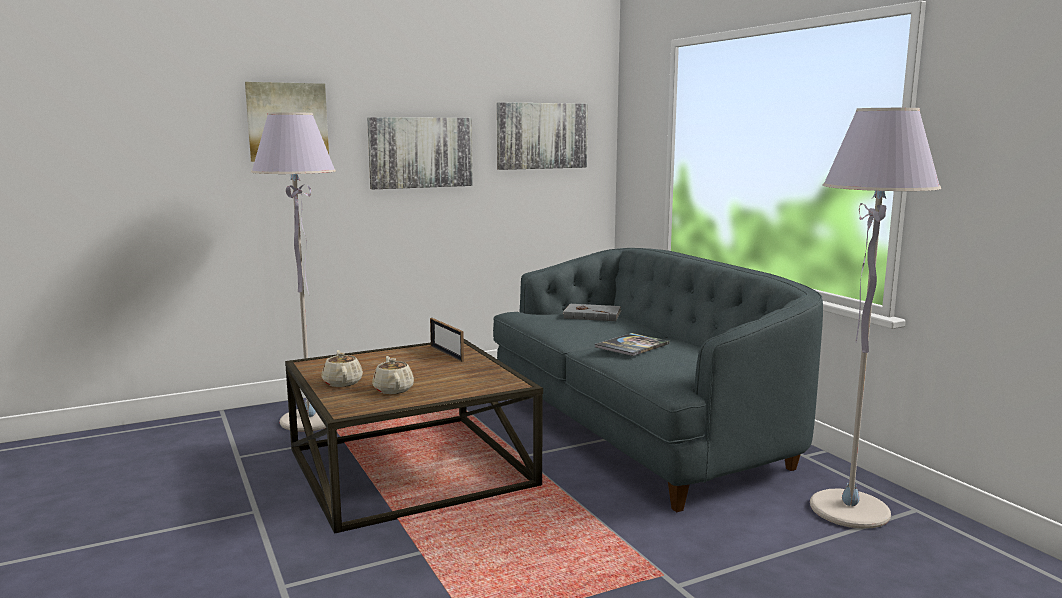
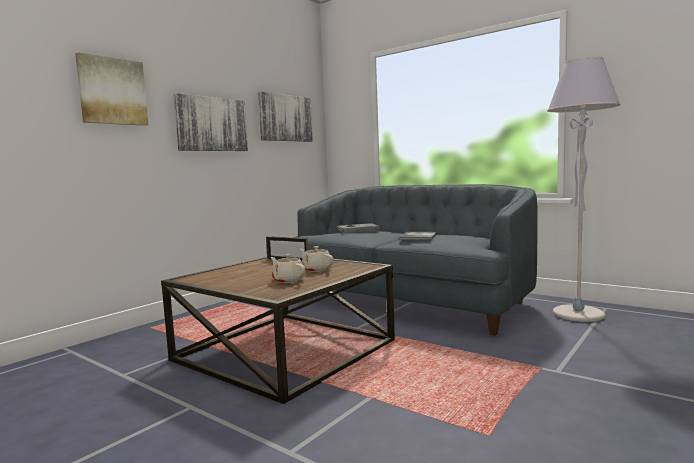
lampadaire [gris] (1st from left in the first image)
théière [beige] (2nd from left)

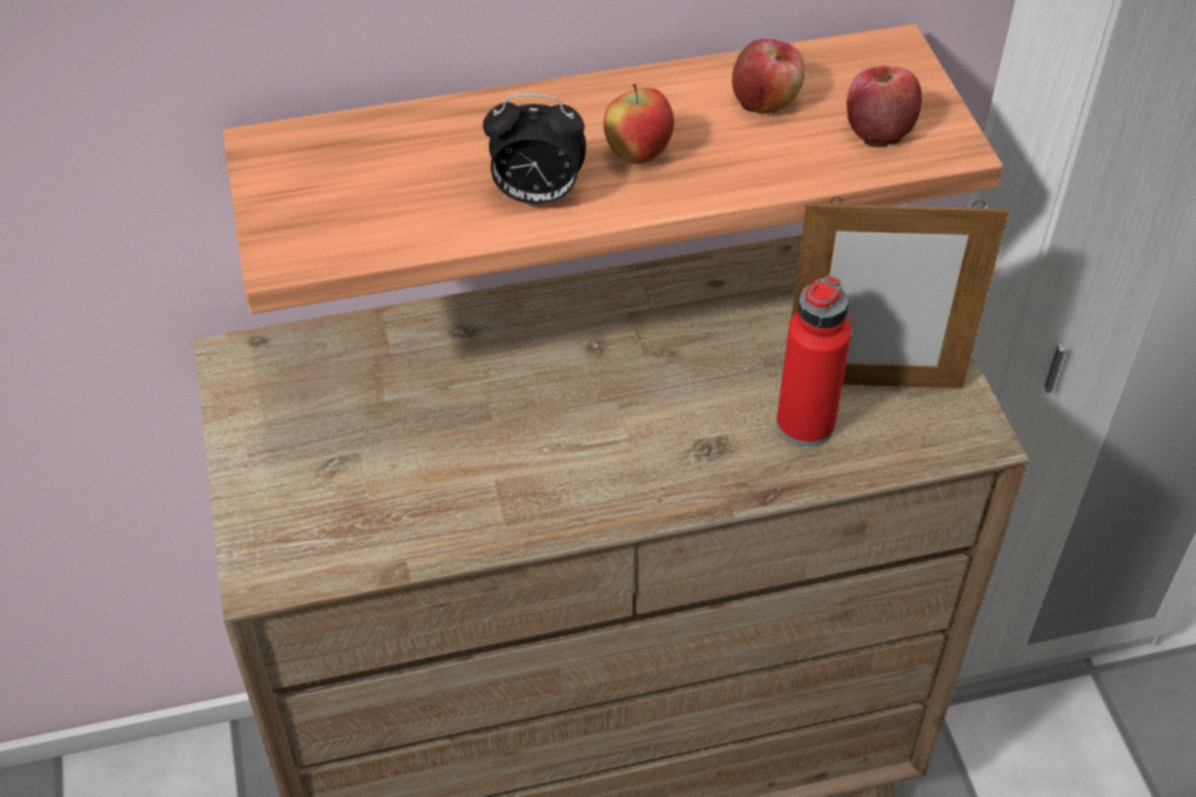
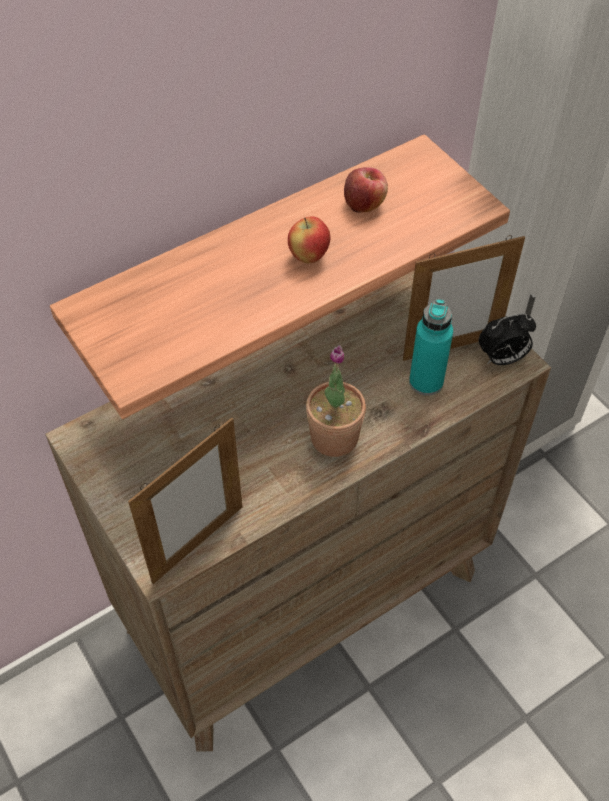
pomme (3rd from left in the first image)
réveil
bouteille [turquoise]
plante en pot
cadre photo (1st from left)

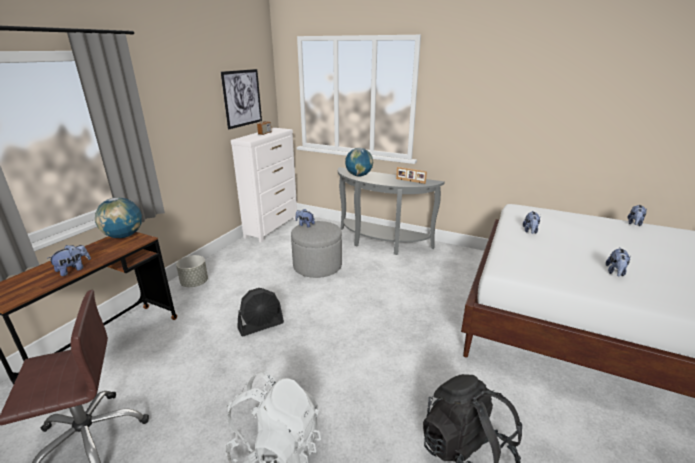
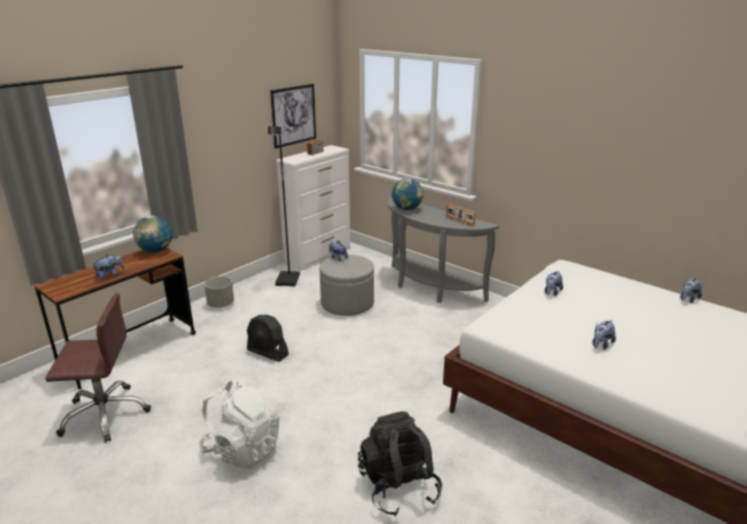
ventilateur [noir]
lampadaire [noir]

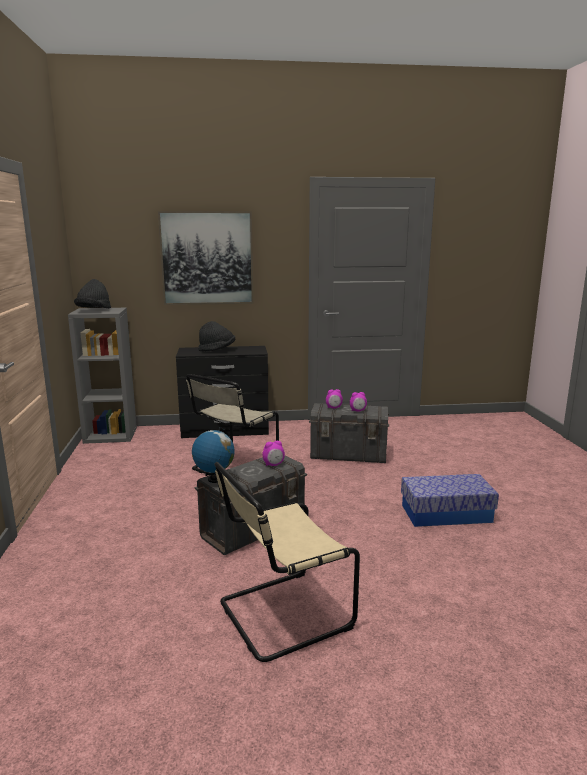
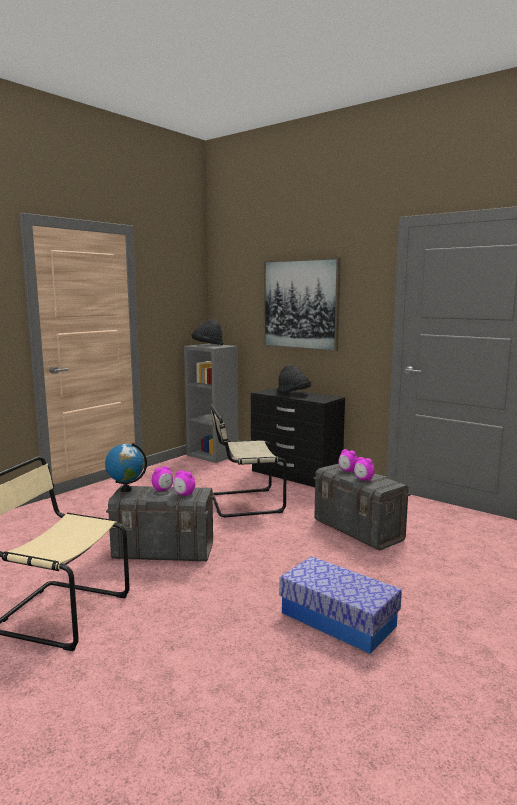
réveil (1st from left)

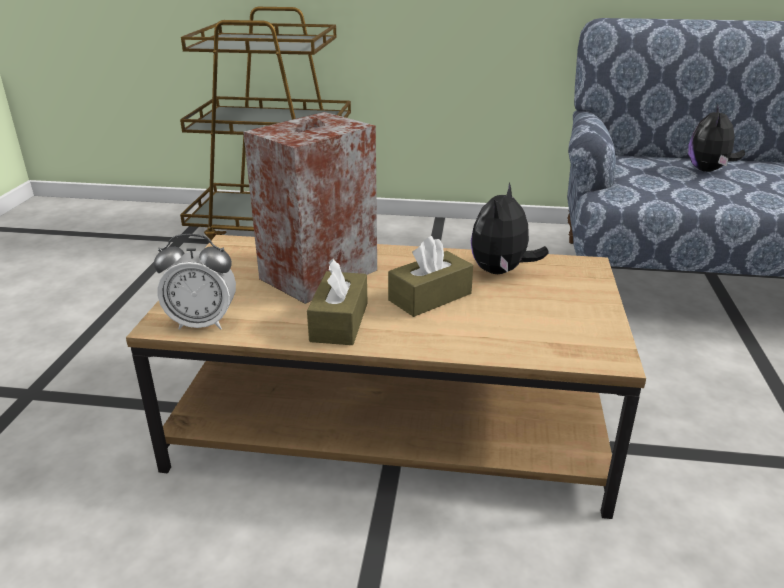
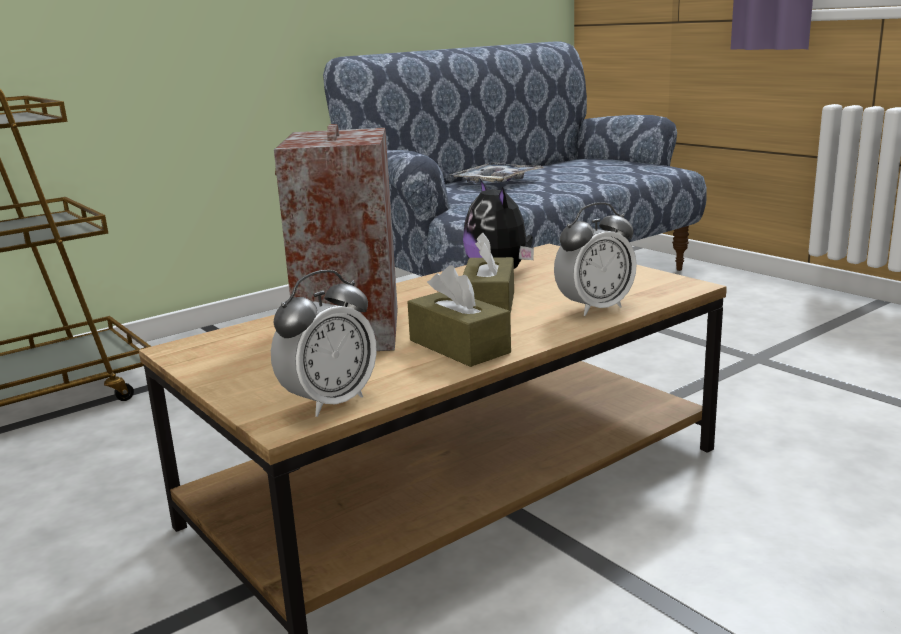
plateau
réveil (2nd from left)

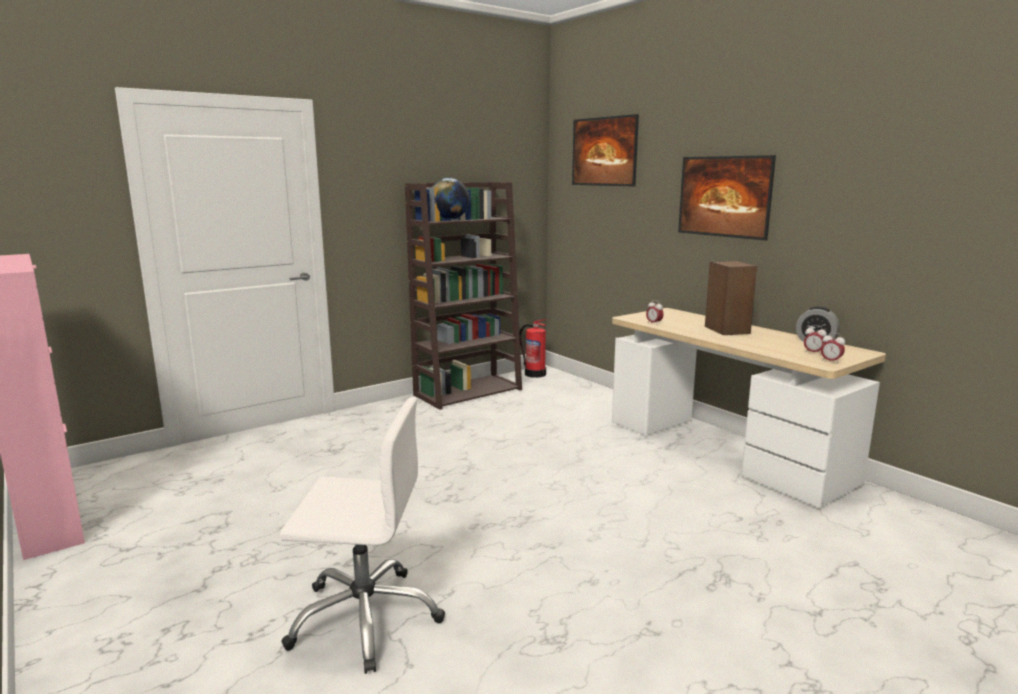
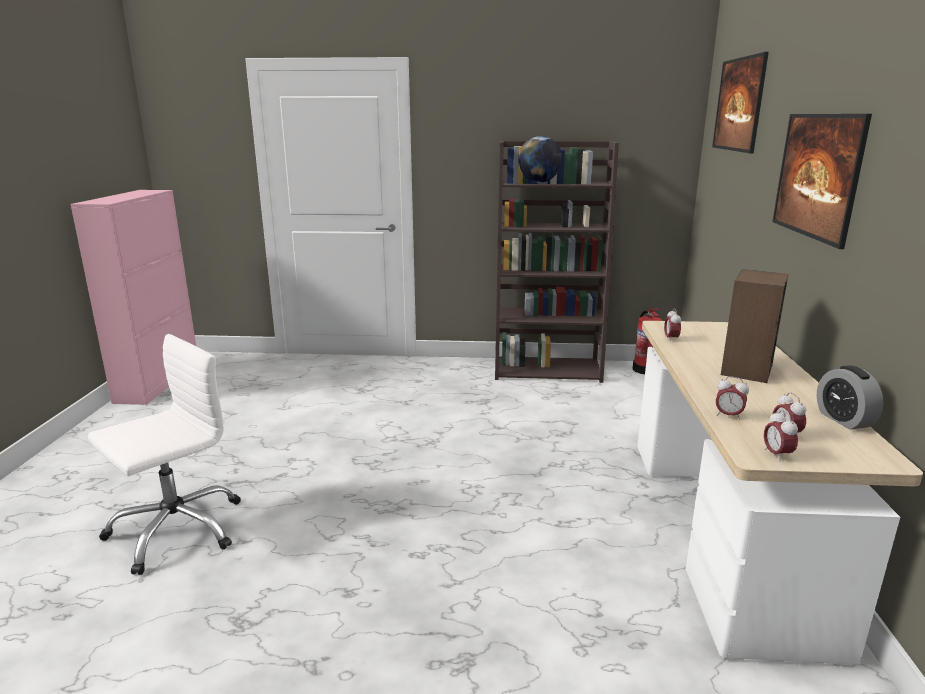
chaise de bureau [blanc]
réveil (2nd from left)

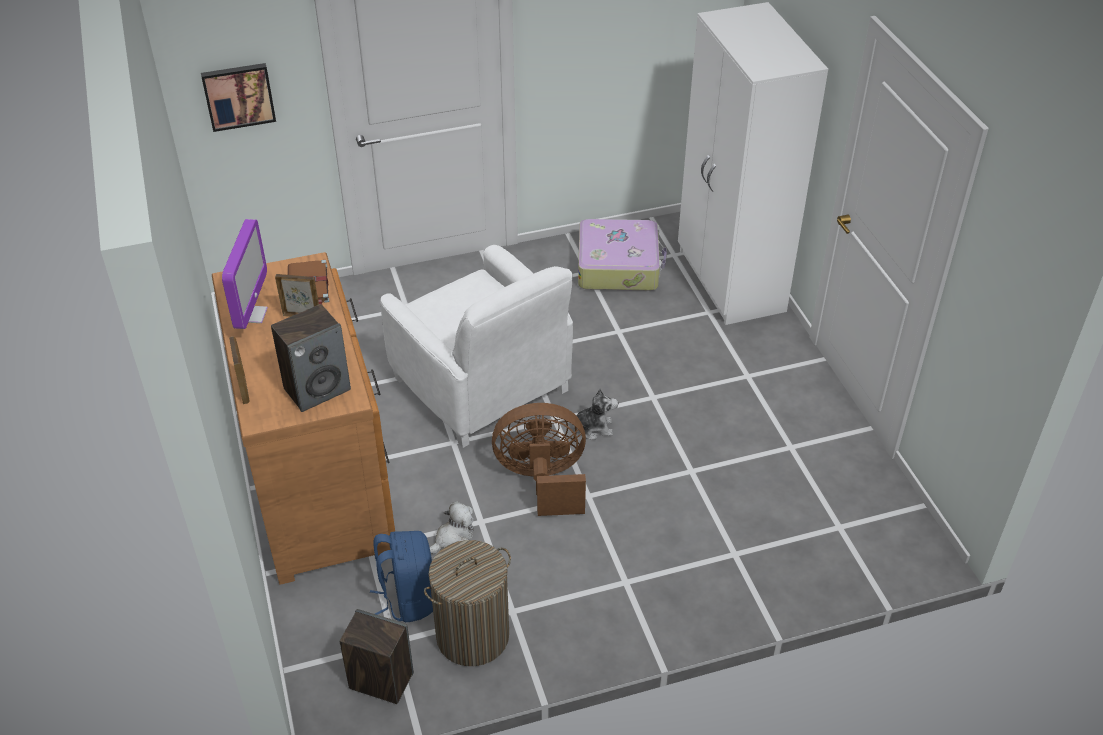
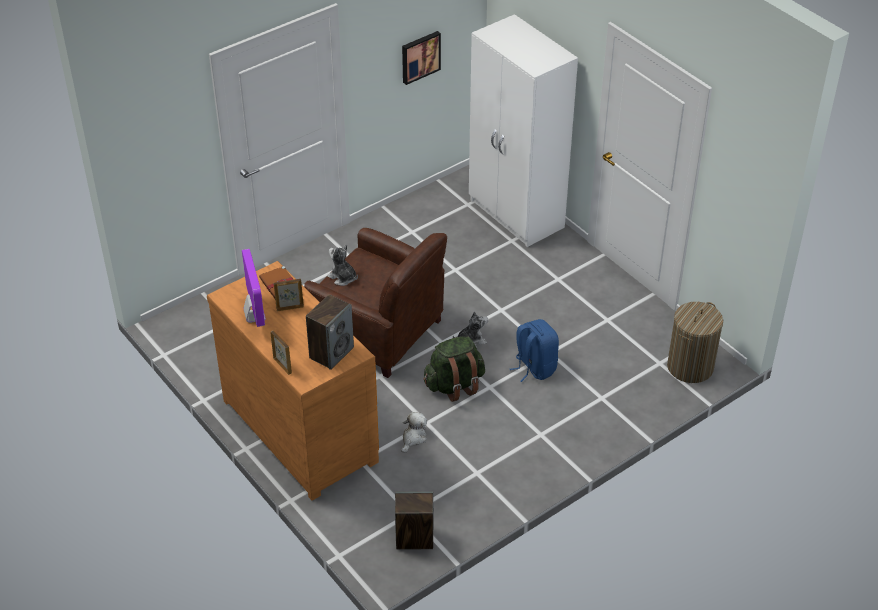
tableau
valise
fauteuil [marron]
sac à dos [vert]
sac à dos [bleu]
panier à linge
peluche (1st from left)

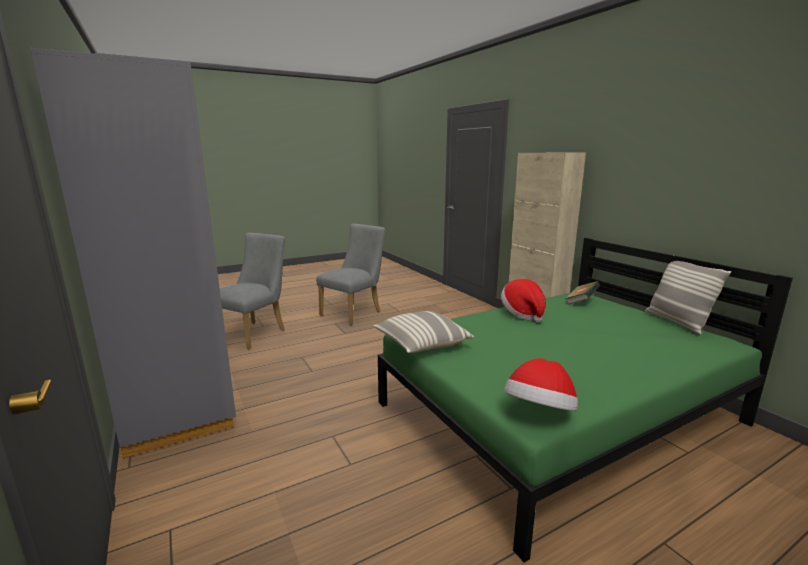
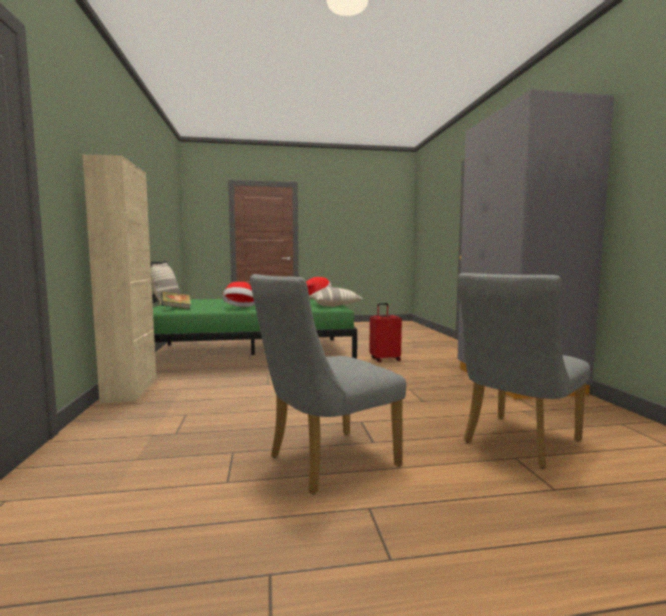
valise [rouge]

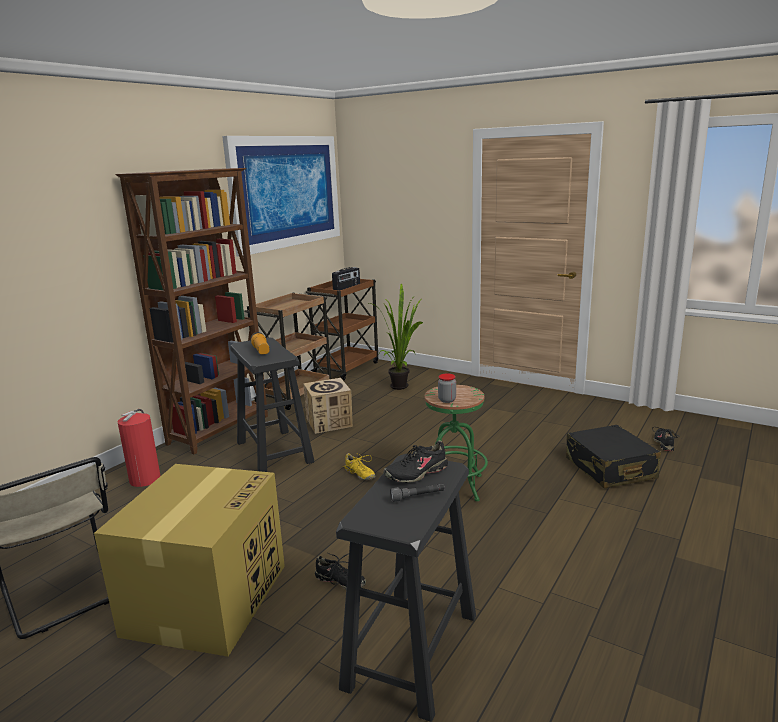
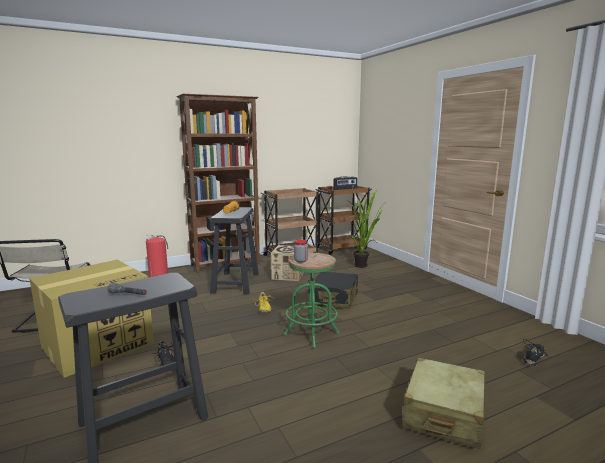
tableau
valise [noir]
chaussure [noir] (2nd from left in the first image)
valise [beige]

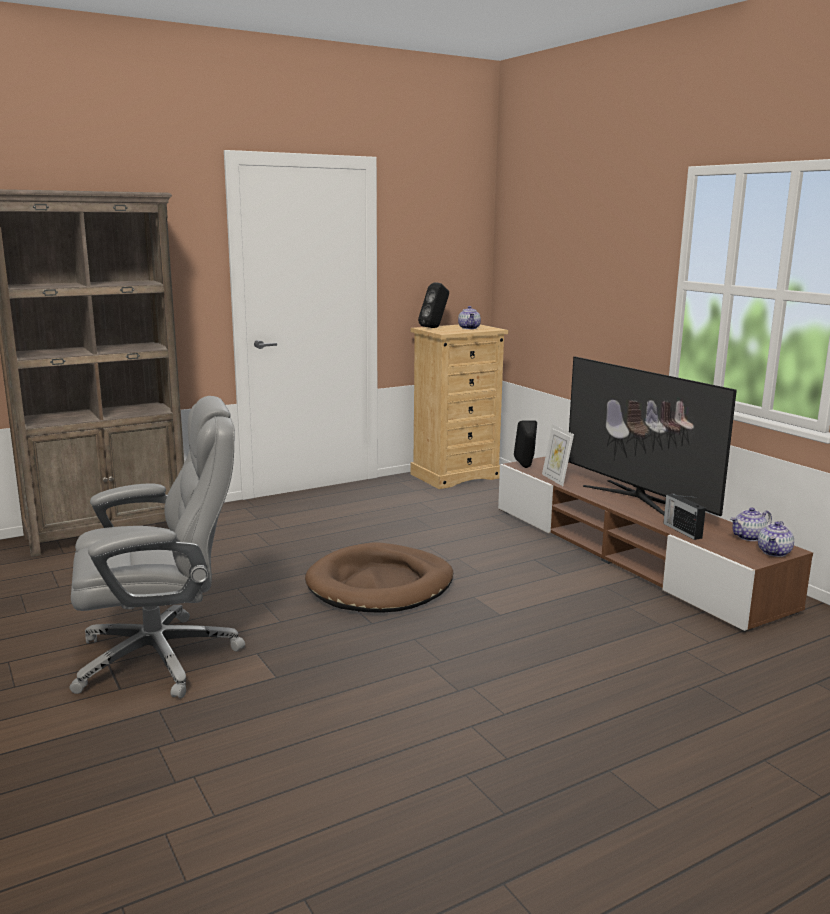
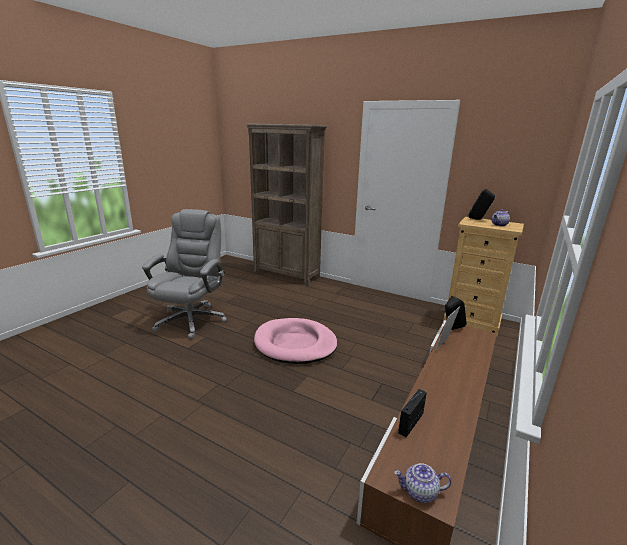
téléviseur
chaise de bureau [gris]
théière (2nd from left in the first image)
panier pour chien [rose]

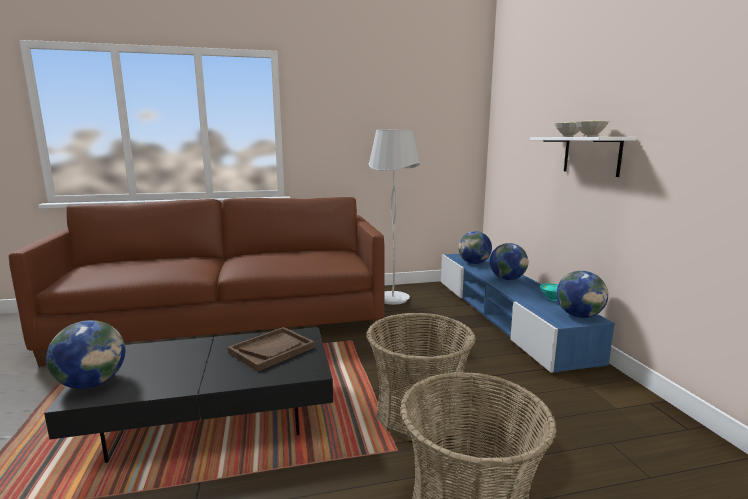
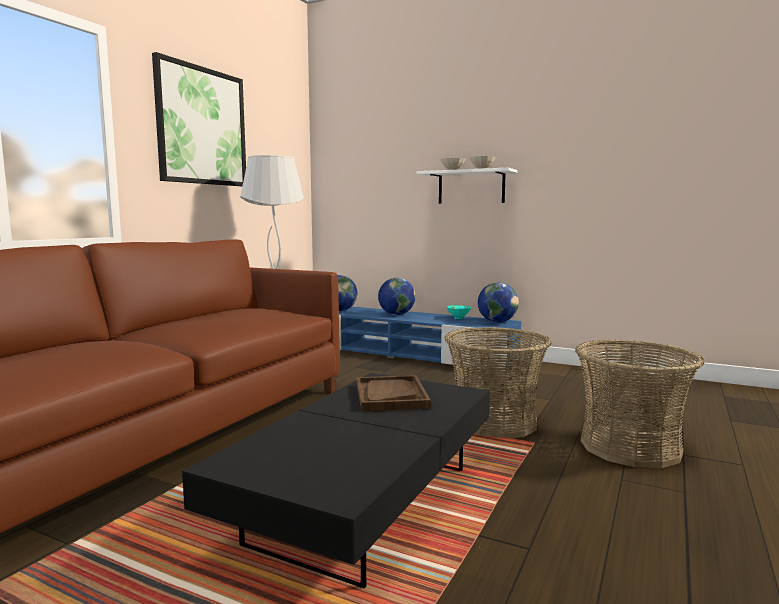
globe (1st from left in the first image)
tableau

